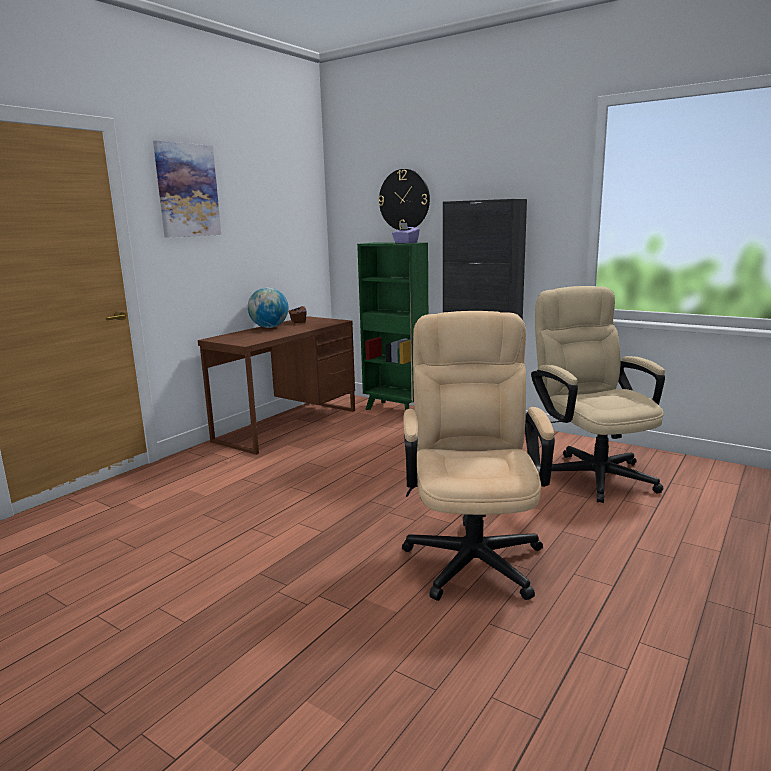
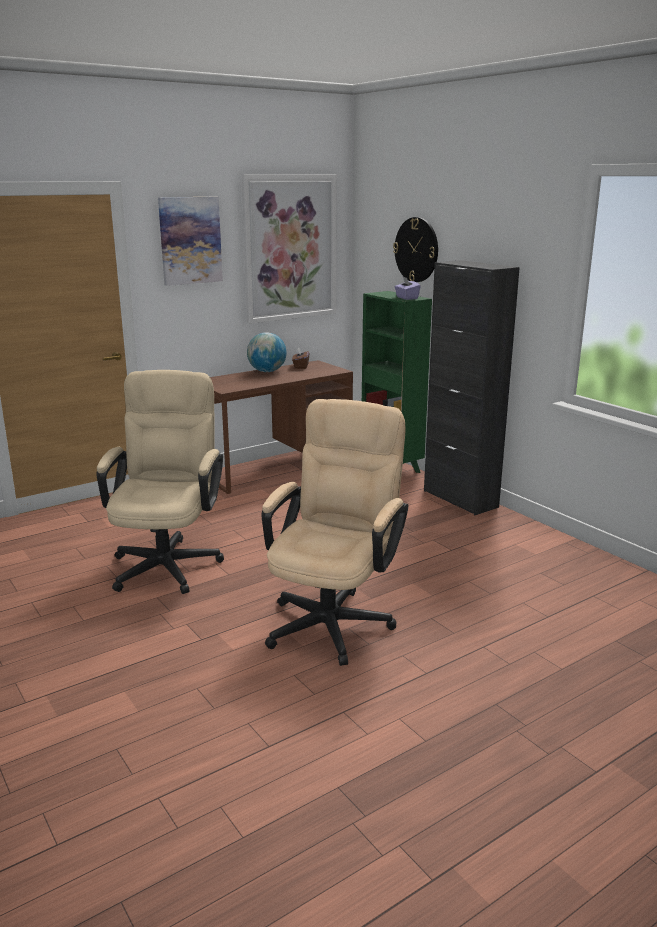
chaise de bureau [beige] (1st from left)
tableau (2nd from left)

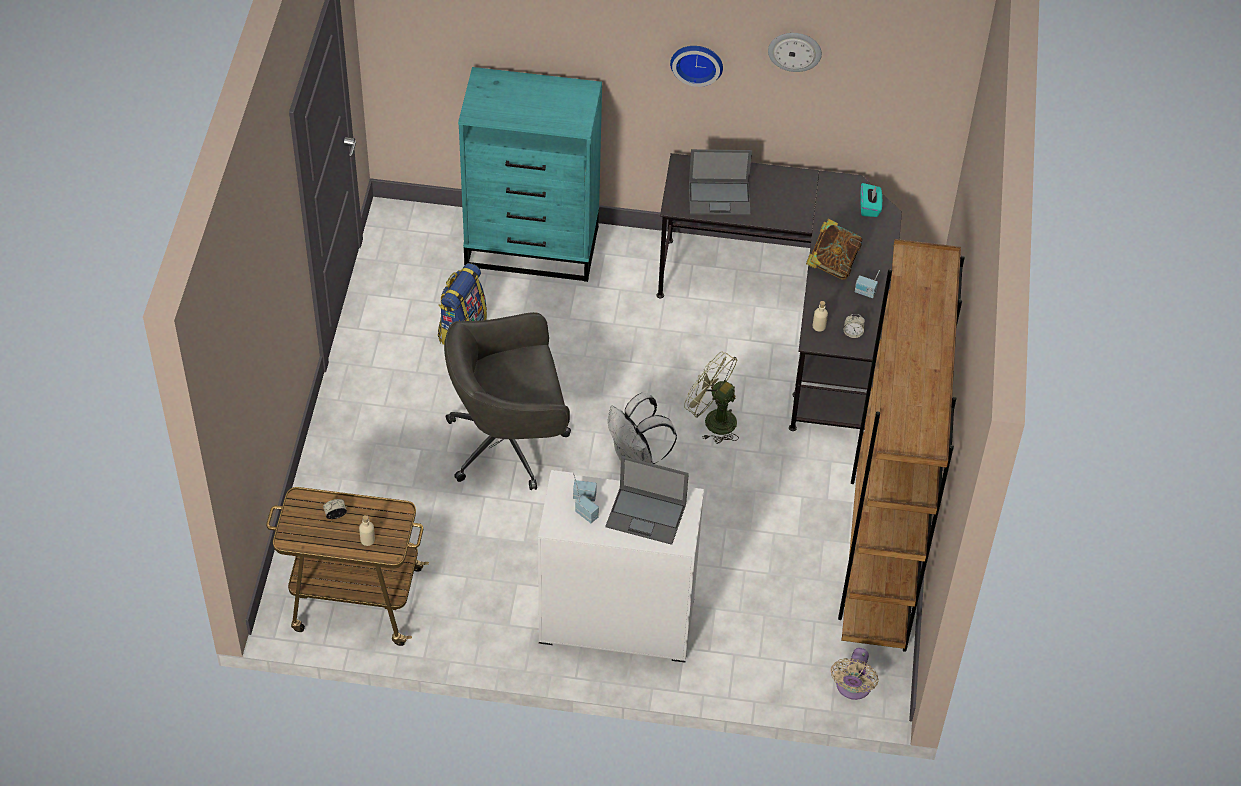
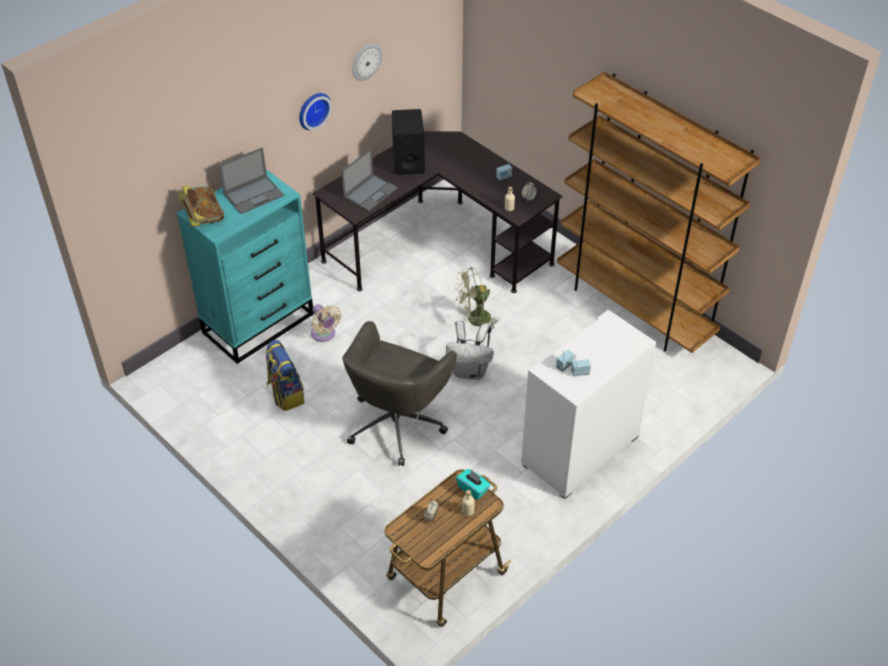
boîte à mouchoirs [turquoise]
livre
ordinateur portable (1st from left)
ventilateur [beige]
enceinte [noir]

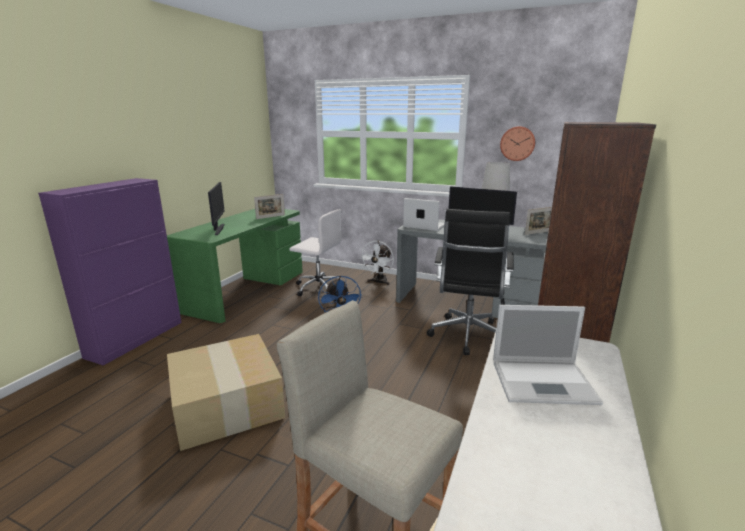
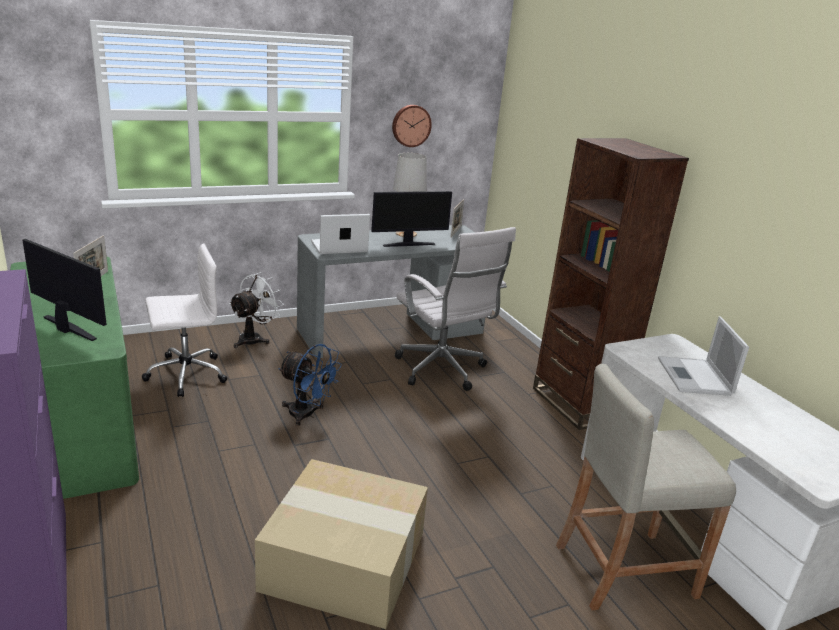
chaise de bureau [blanc] (2nd from left)
ventilateur [blanc]
ordinateur portable (2nd from left)

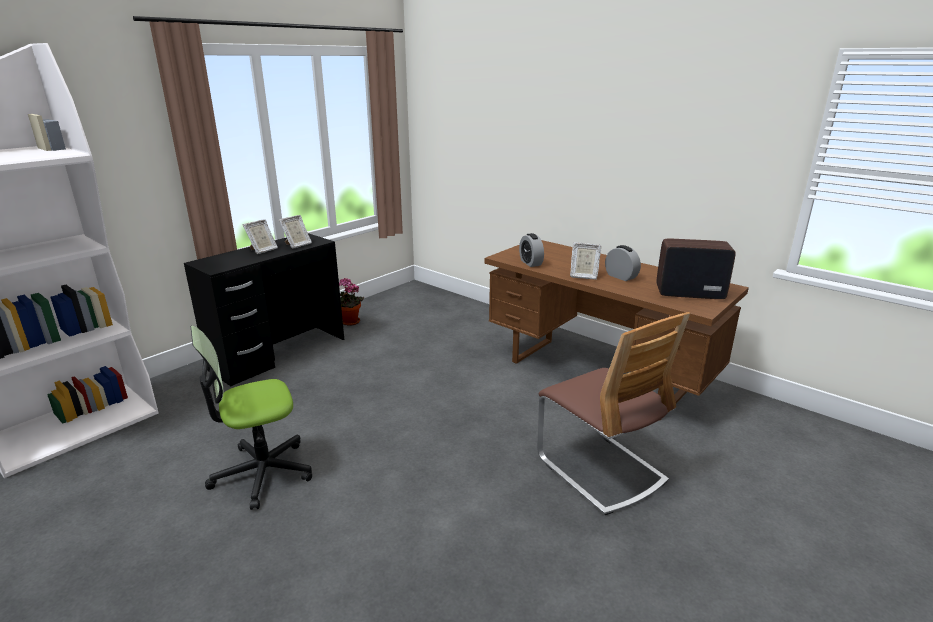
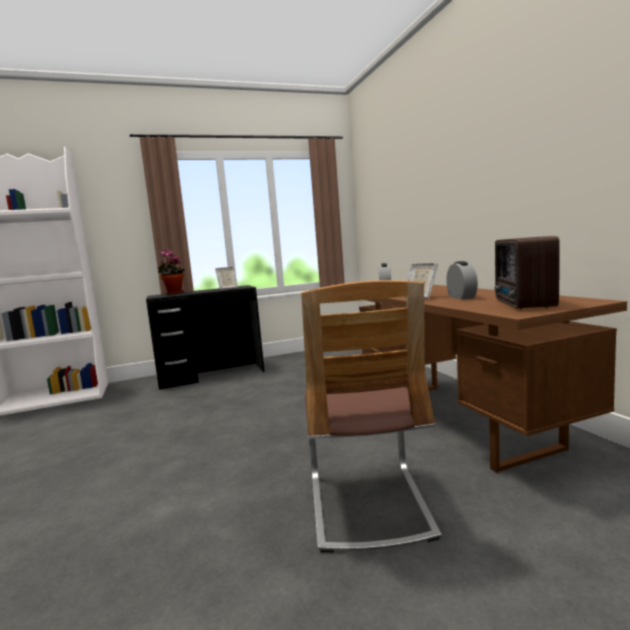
cadre photo (1st from left in the first image)
radio
plante en pot
chaise de bureau

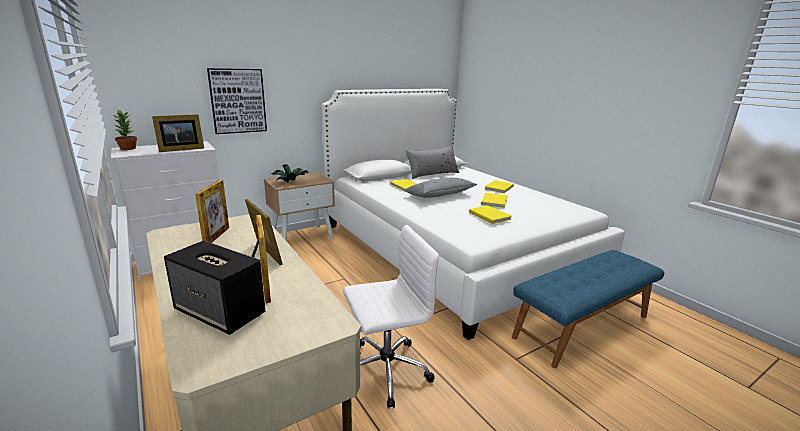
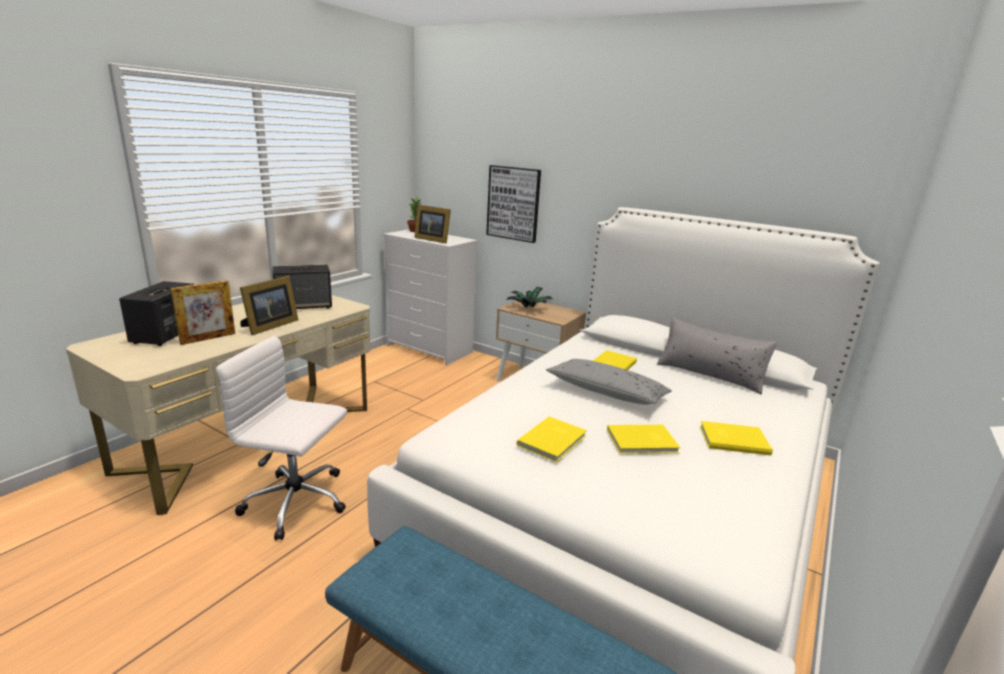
enceinte (2nd from left)
chaise de bureau [blanc]

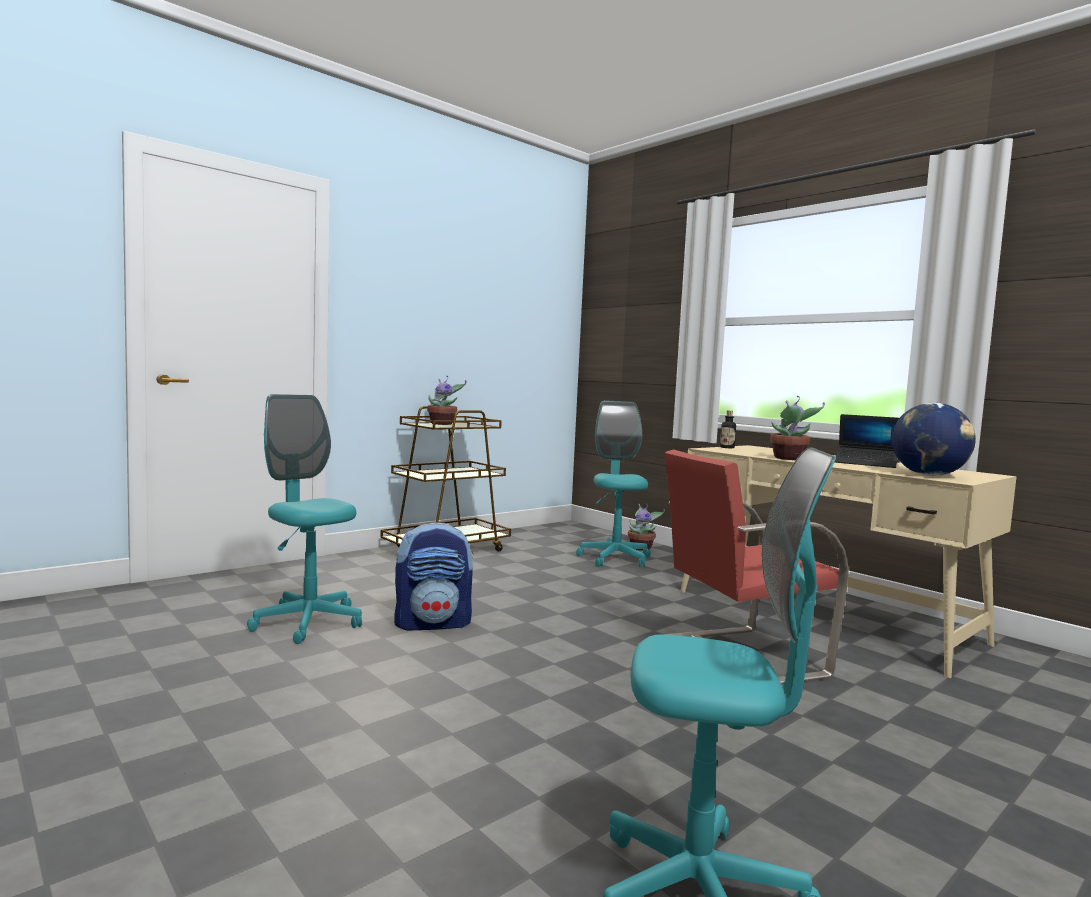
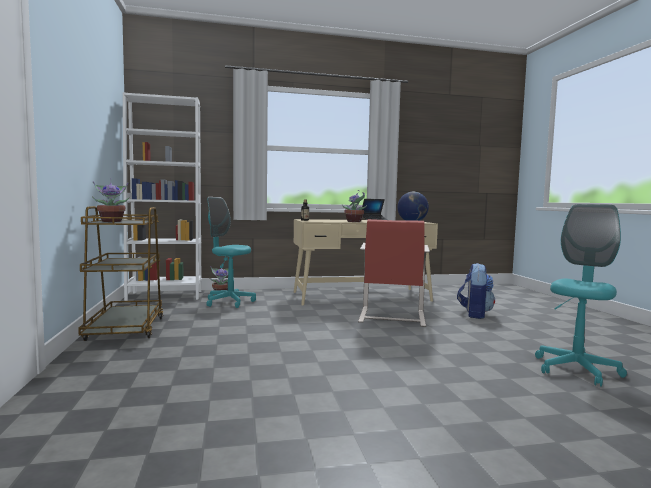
chaise de bureau [turquoise] (1st from left in the first image)
sac à dos
bibliothèque [blanc]

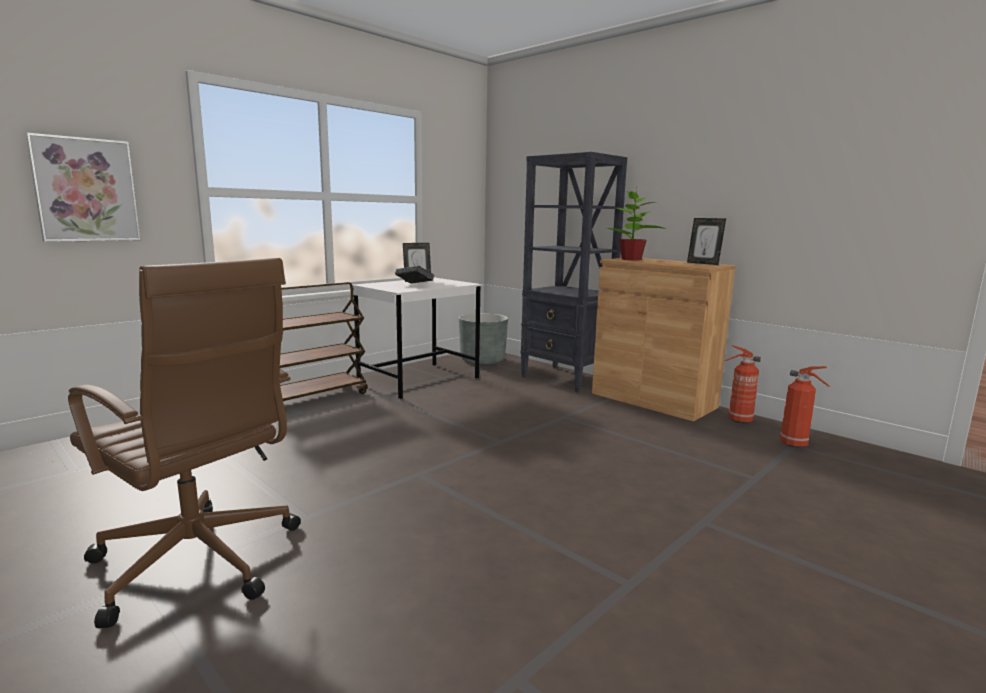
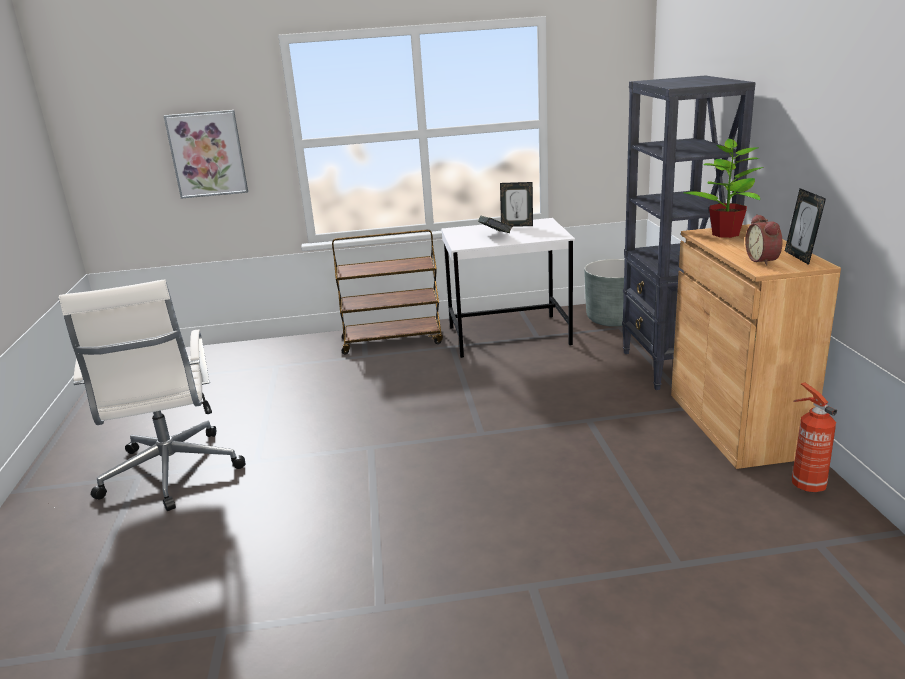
chaise de bureau [blanc]
extincteur (2nd from left in the first image)
réveil

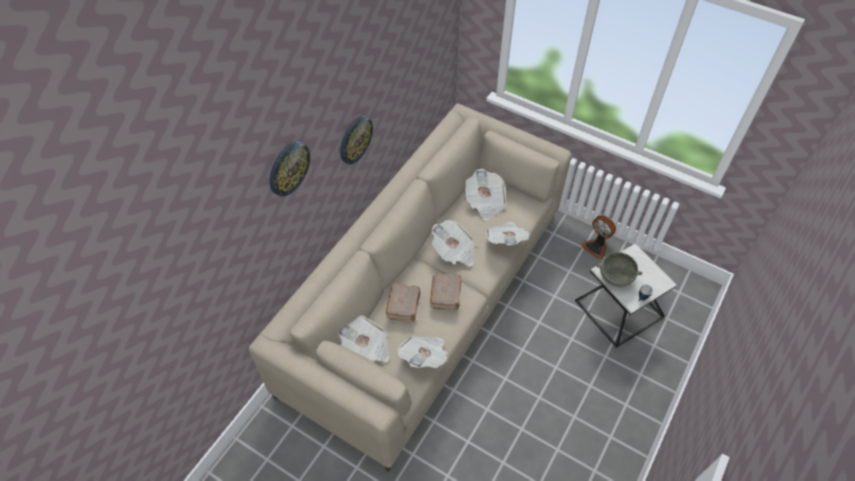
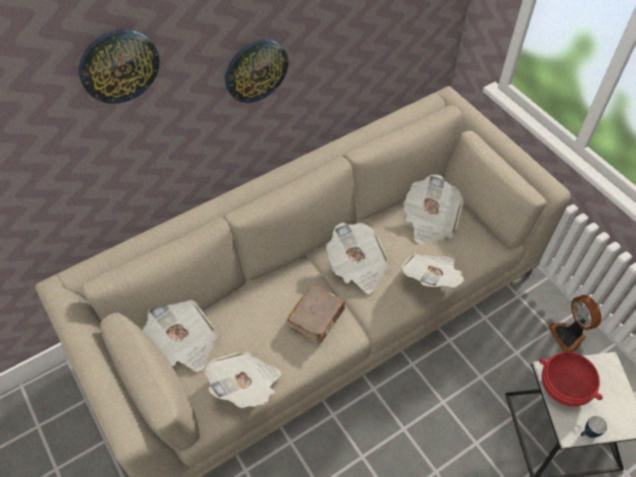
bol [rouge]
livre [marron] (1st from left in the first image)

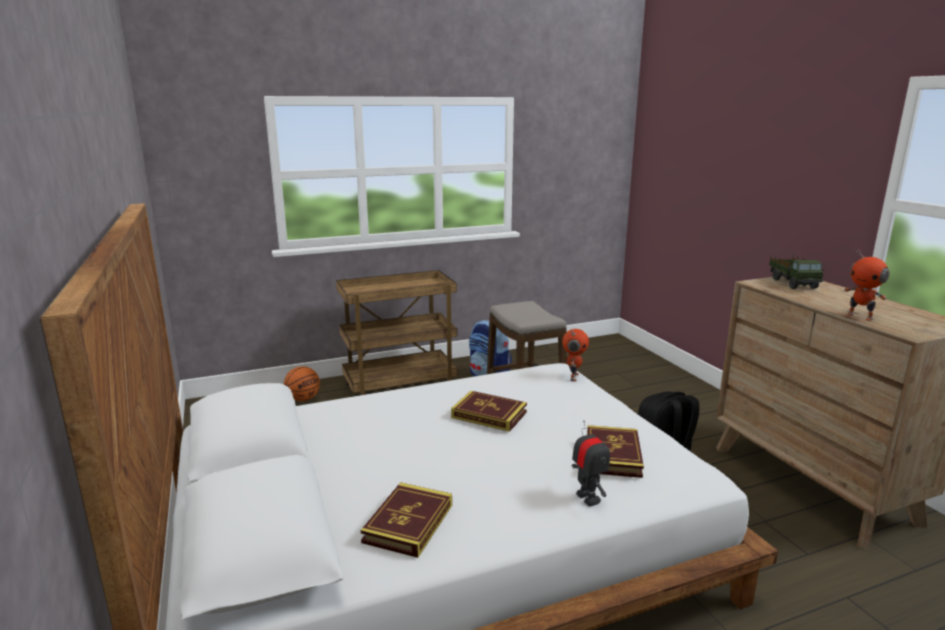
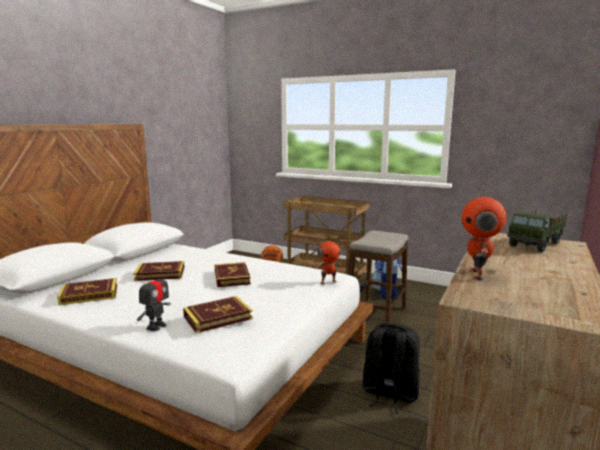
livre (2nd from left)

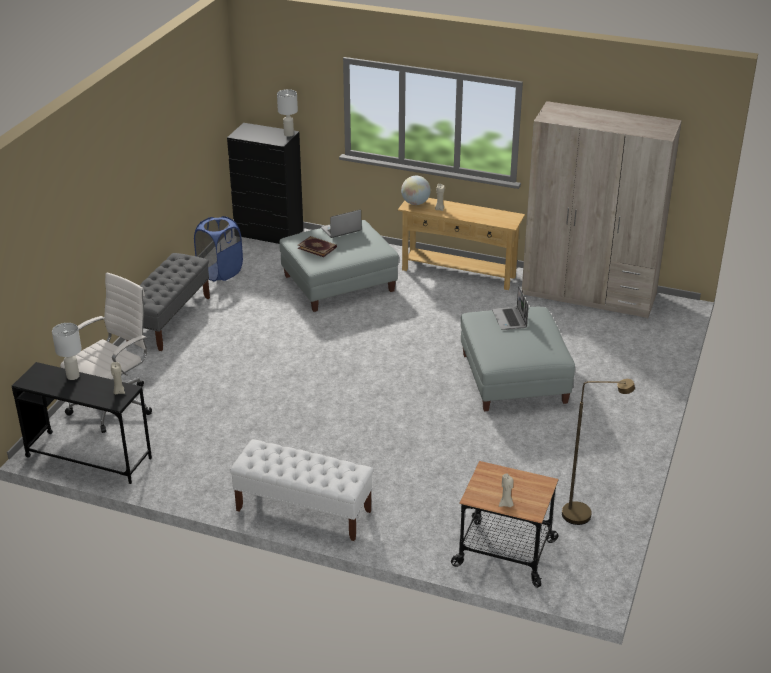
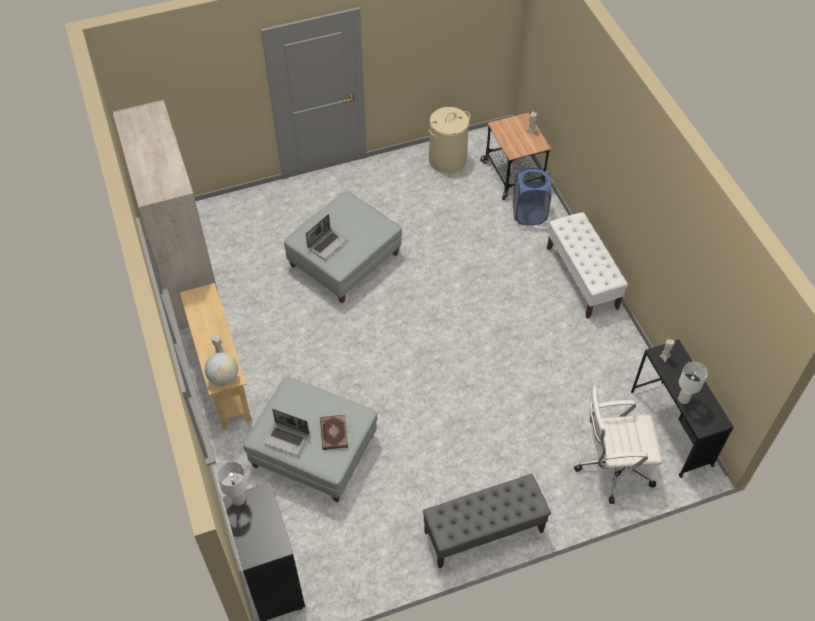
panier à linge [bleu]
panier à linge [beige]

